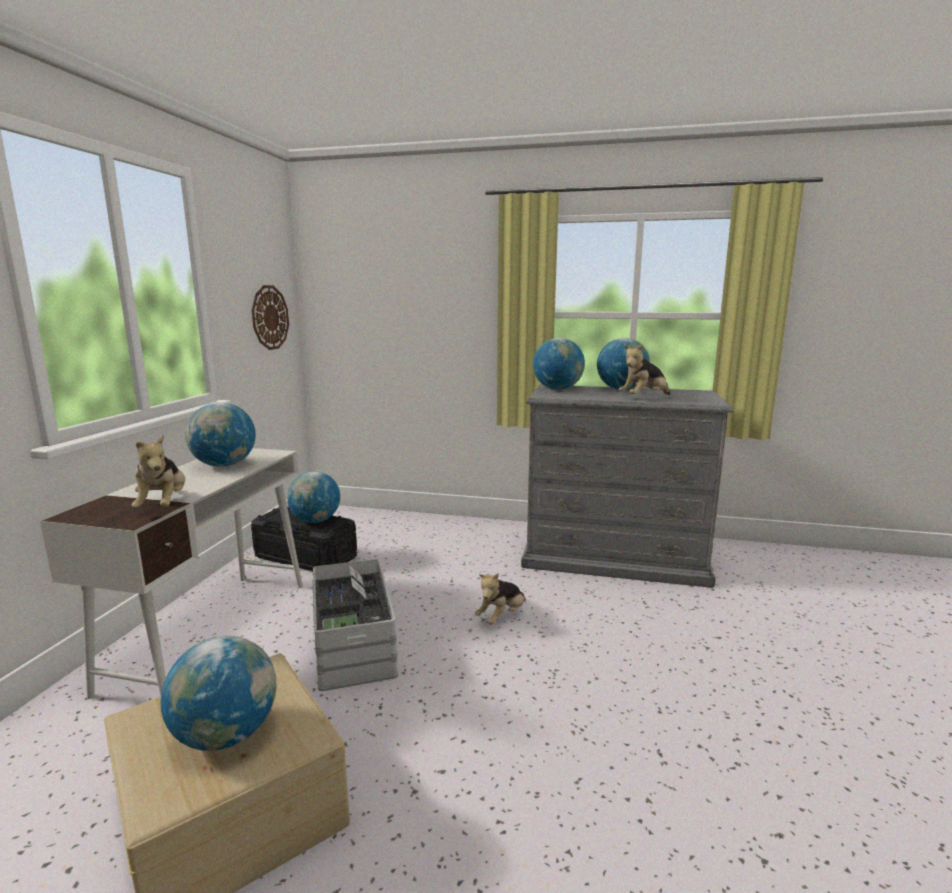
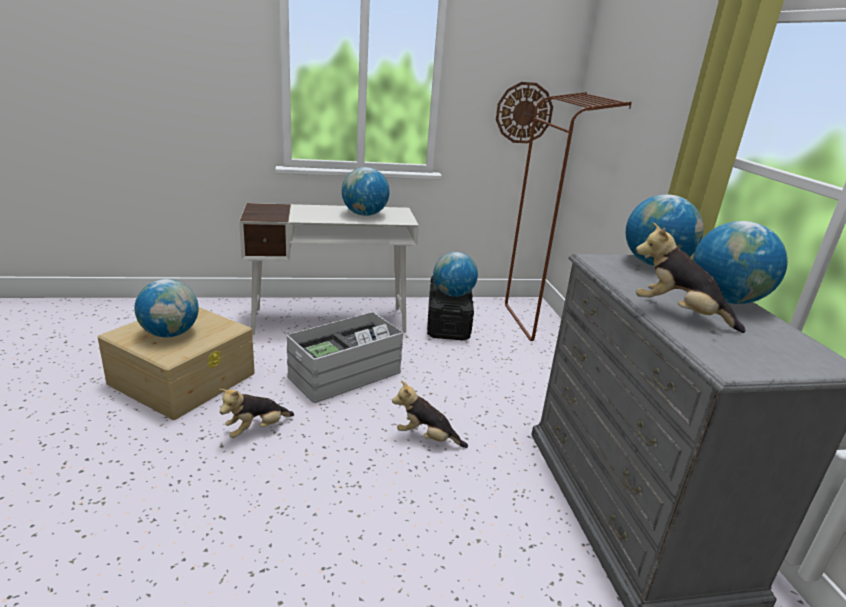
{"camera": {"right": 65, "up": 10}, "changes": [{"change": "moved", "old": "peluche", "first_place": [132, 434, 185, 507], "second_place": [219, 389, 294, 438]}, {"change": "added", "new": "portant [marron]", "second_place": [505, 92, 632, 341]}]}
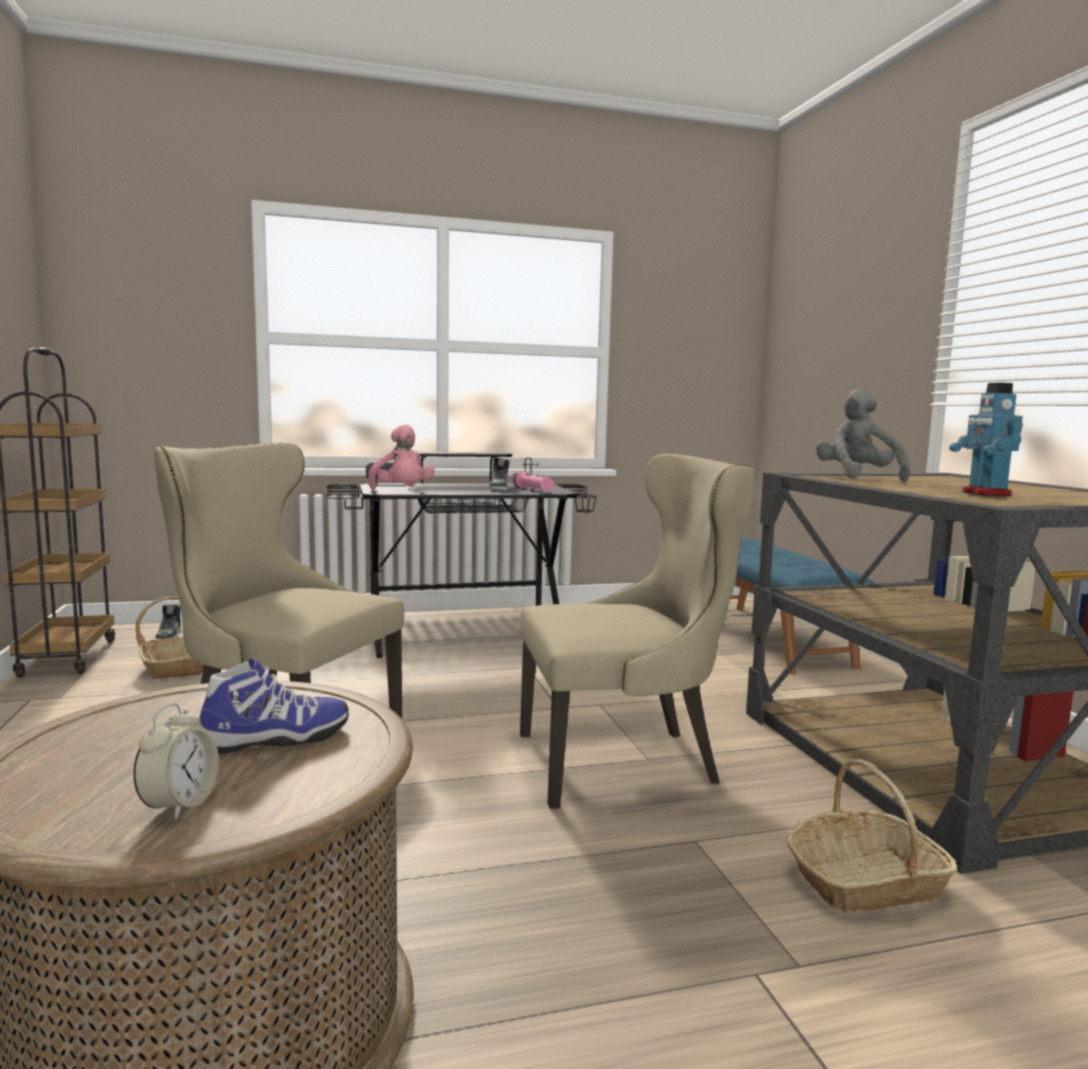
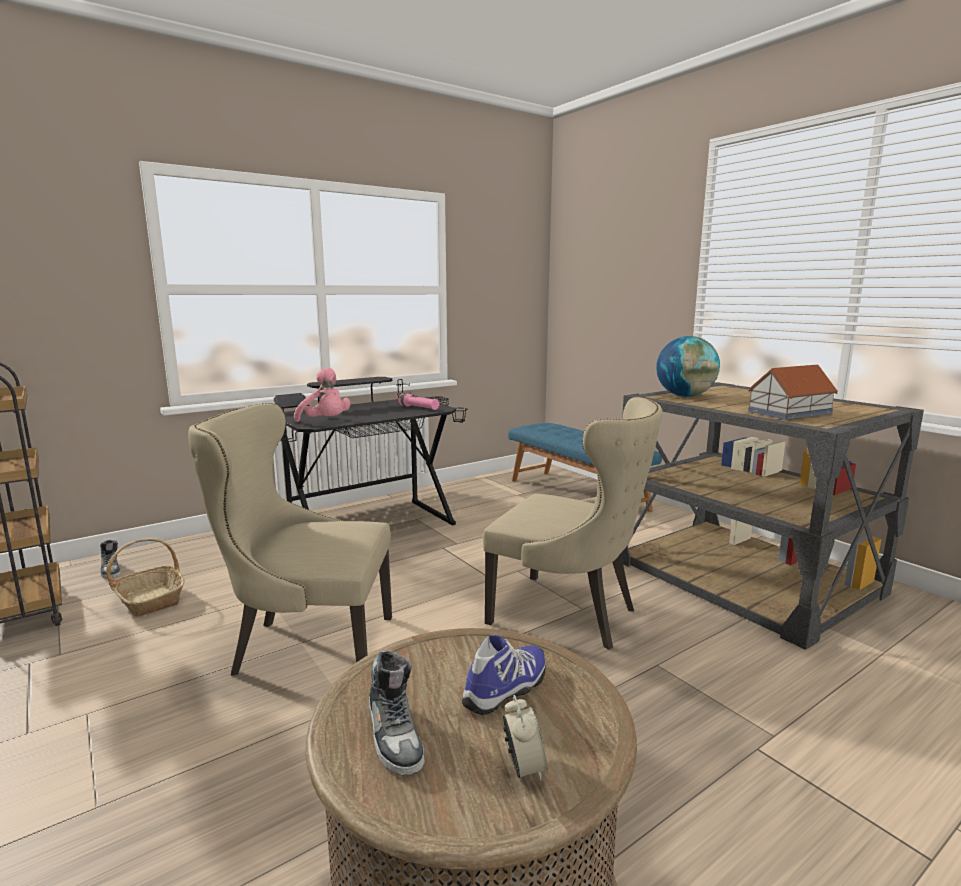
{"camera": {"right": -20, "up": 5}, "changes": [{"change": "replaced", "old": "robot jouet", "new": "maison miniature", "first_place": [949, 382, 1023, 496], "second_place": [747, 365, 838, 419]}, {"change": "replaced", "old": "peluche [gris]", "new": "globe", "first_place": [816, 389, 910, 482], "second_place": [656, 336, 720, 397]}, {"change": "turned", "old": "chaise [beige]", "first_place": [520, 453, 754, 809], "second_place": [483, 397, 663, 650], "degrees": 60}, {"change": "moved", "old": "chaussure", "first_place": [489, 457, 510, 491], "second_place": [369, 651, 425, 776]}, {"change": "removed", "old": "panier", "first_place": [786, 759, 958, 912]}]}
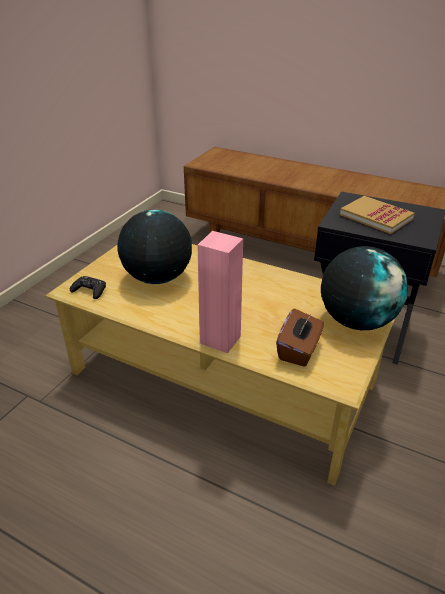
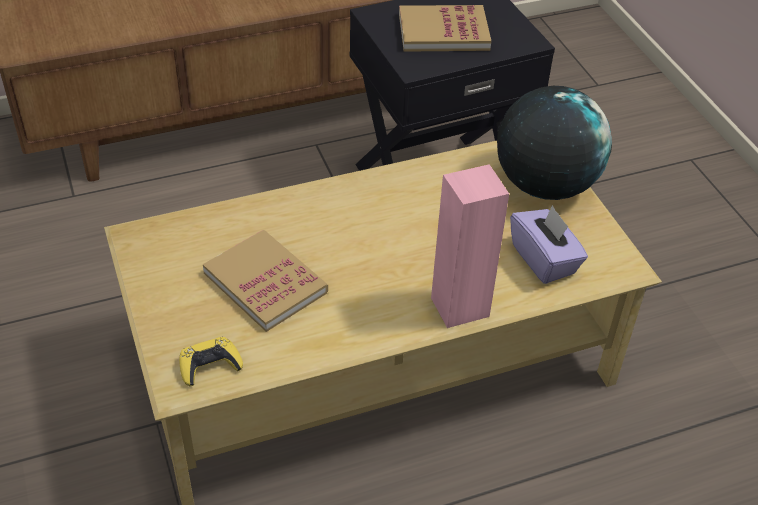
{"camera": {"right": -50, "up": 10}, "changes": [{"change": "replaced", "old": "globe", "new": "livre", "first_place": [117, 210, 192, 284], "second_place": [203, 230, 328, 332]}, {"change": "recoloured", "old": "manette [noir]", "new": "manette [jaune]", "first_place": [70, 276, 106, 299], "second_place": [179, 337, 243, 386]}, {"change": "recoloured", "old": "boîte à mouchoirs [marron]", "new": "boîte à mouchoirs [violet]", "first_place": [276, 309, 324, 367], "second_place": [510, 205, 588, 284]}]}
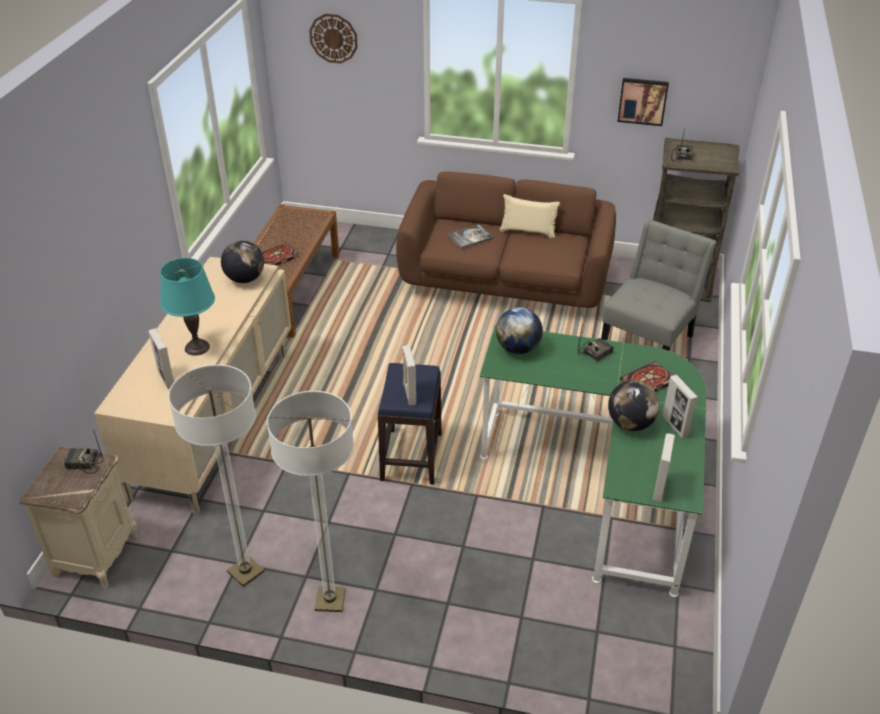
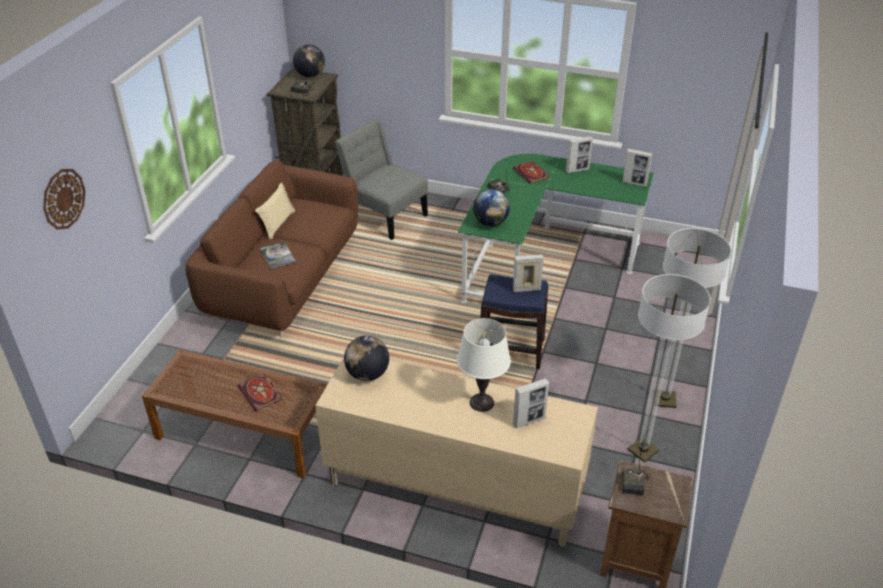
{"camera": {"right": -85, "up": 0}, "changes": [{"change": "removed", "old": "tableau", "first_place": [618, 78, 669, 126]}, {"change": "recoloured", "old": "lampe de table [turquoise]", "new": "lampe de table [blanc]", "first_place": [160, 258, 215, 356], "second_place": [457, 318, 511, 412]}, {"change": "moved", "old": "globe", "first_place": [608, 380, 660, 431], "second_place": [293, 44, 325, 77]}]}
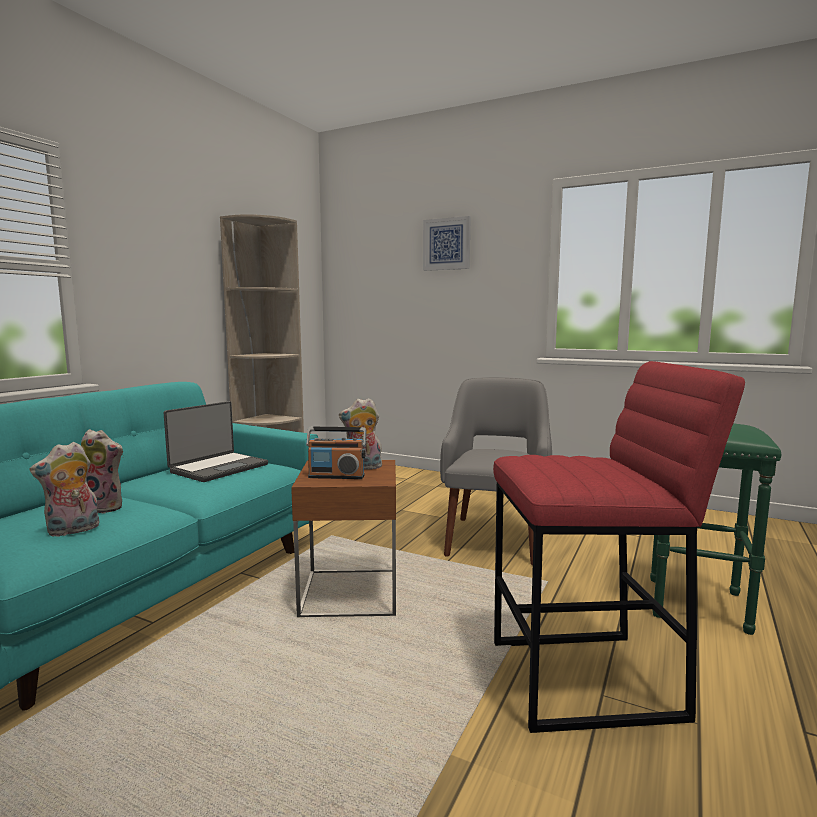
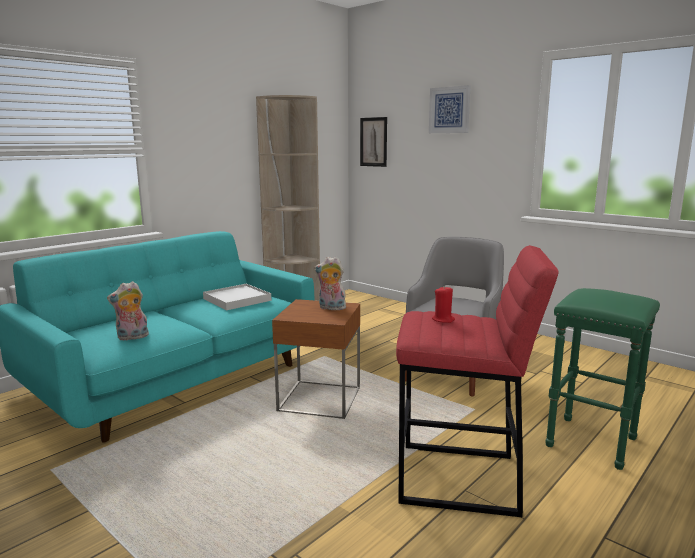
{"camera": {"right": 15, "up": 5}, "changes": [{"change": "replaced", "old": "ordinateur portable", "new": "plateau [blanc]", "first_place": [164, 401, 268, 482], "second_place": [203, 284, 271, 310]}, {"change": "removed", "old": "radio", "first_place": [306, 427, 366, 479]}, {"change": "removed", "old": "peluche", "first_place": [81, 429, 123, 514]}, {"change": "added", "new": "tableau", "second_place": [360, 117, 387, 167]}, {"change": "added", "new": "bougie [rouge]", "second_place": [432, 286, 455, 323]}]}
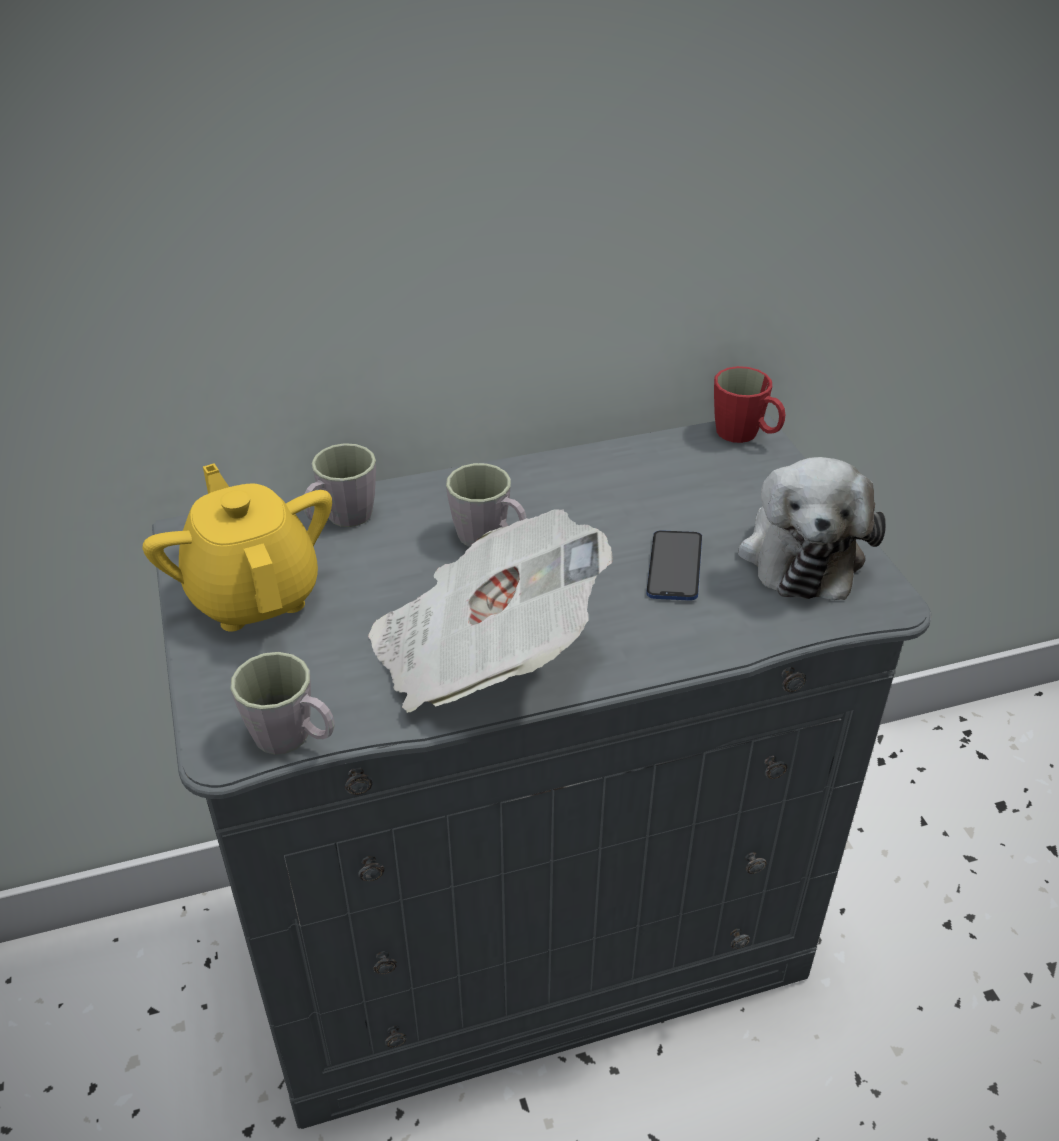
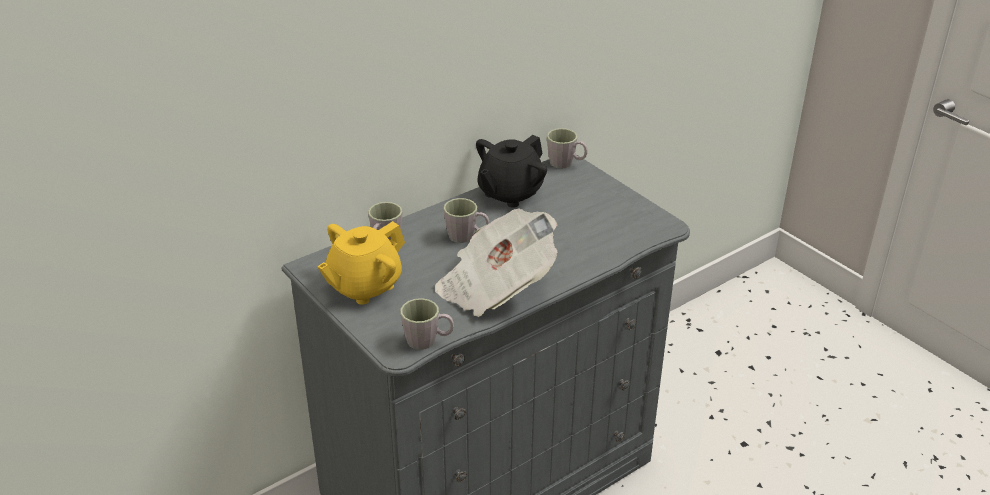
{"camera": {"right": -20, "up": -5}, "changes": [{"change": "recoloured", "old": "mug [rouge]", "new": "mug [gris]", "first_place": [714, 366, 785, 443], "second_place": [547, 128, 587, 169]}, {"change": "removed", "old": "peluche", "first_place": [738, 457, 886, 600]}, {"change": "turned", "old": "théière [jaune]", "first_place": [143, 463, 332, 632], "second_place": [317, 221, 405, 305], "degrees": -90}, {"change": "removed", "old": "téléphone", "first_place": [647, 530, 702, 601]}, {"change": "added", "new": "théière [noir]", "second_place": [476, 135, 547, 208]}]}
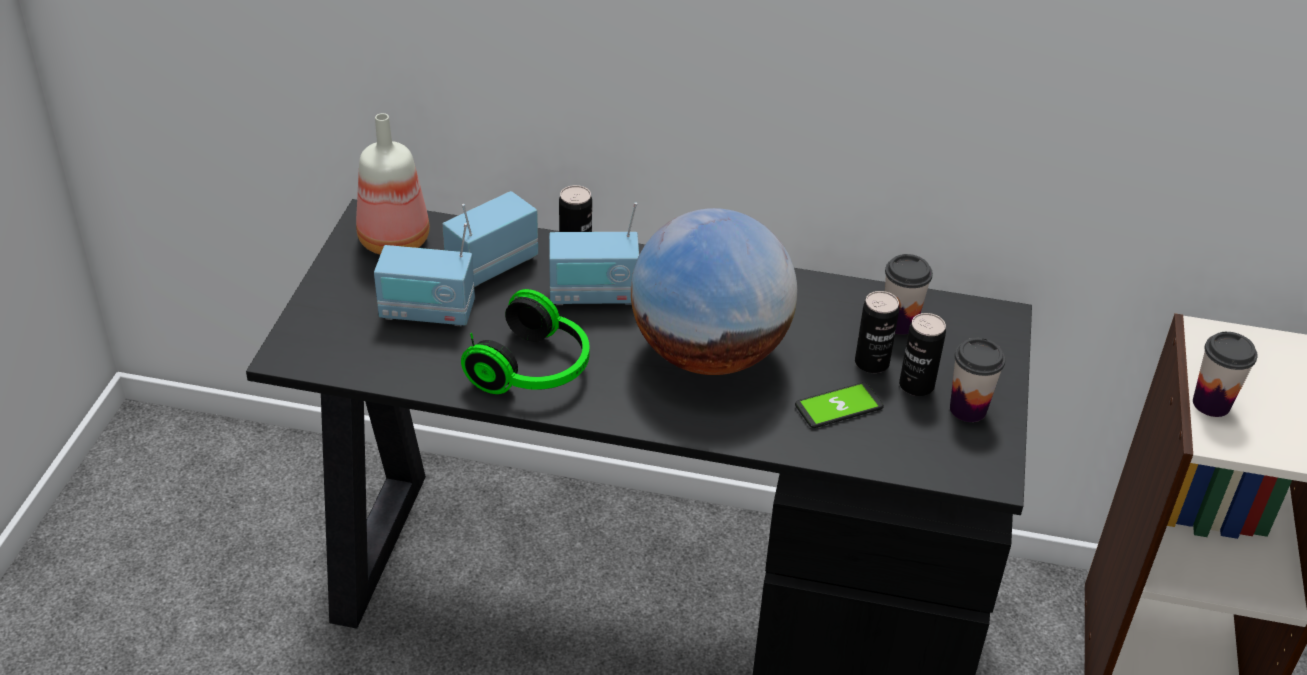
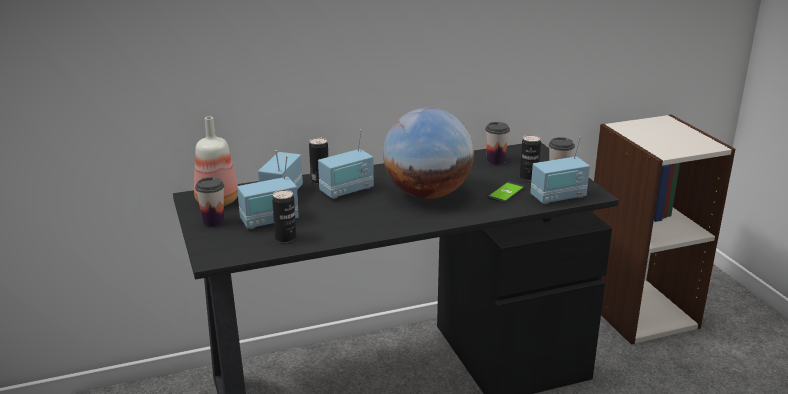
{"camera": {"right": -30, "up": -15}, "changes": [{"change": "removed", "old": "casque audio", "first_place": [461, 289, 590, 394]}, {"change": "moved", "old": "boîte métallique", "first_place": [855, 291, 899, 373], "second_place": [272, 190, 296, 243]}, {"change": "moved", "old": "tasse", "first_place": [1193, 332, 1258, 417], "second_place": [195, 177, 224, 227]}, {"change": "added", "new": "radio", "second_place": [530, 136, 590, 204]}]}
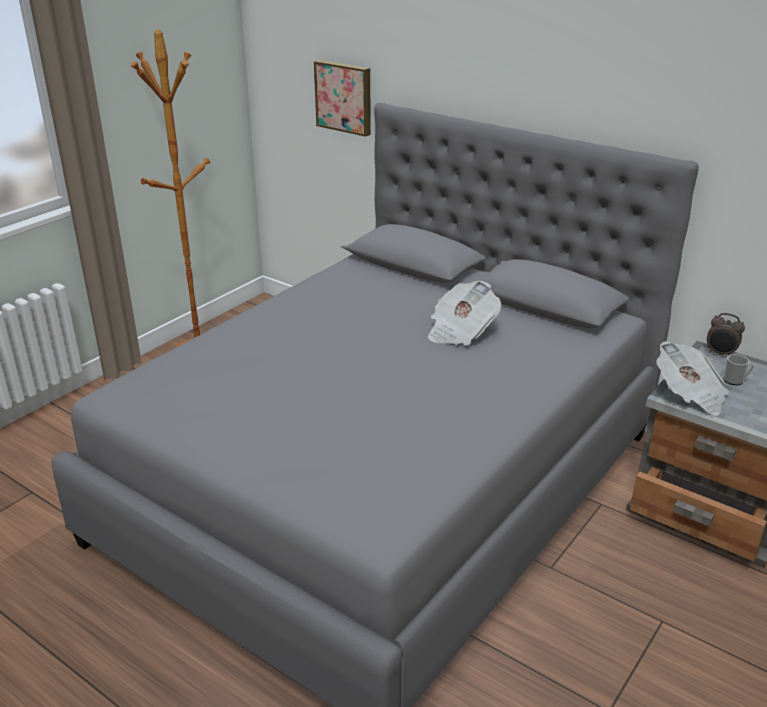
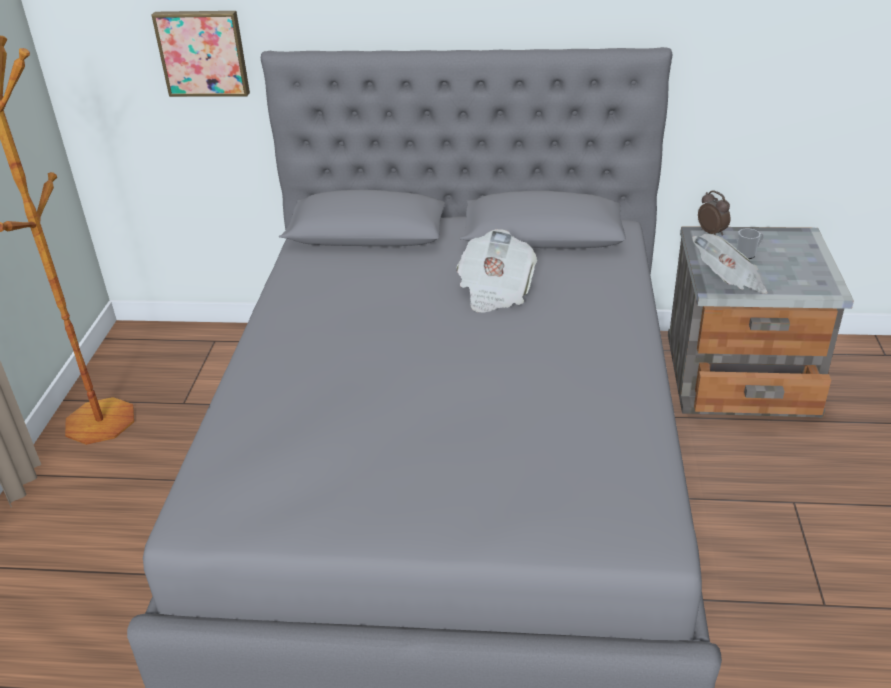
{"camera": {"right": -30, "up": 5}, "changes": [{"change": "turned", "old": "réveil", "first_place": [707, 313, 745, 356], "second_place": [698, 190, 730, 236], "degrees": -120}]}
